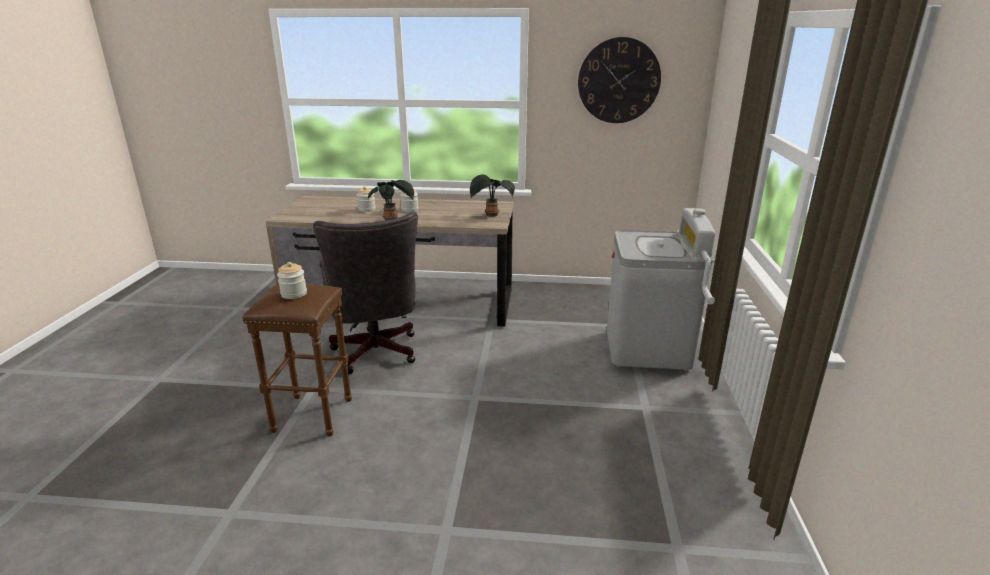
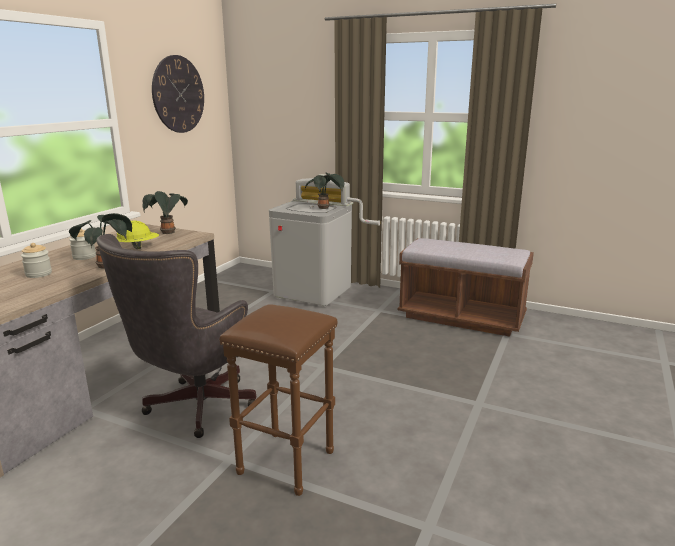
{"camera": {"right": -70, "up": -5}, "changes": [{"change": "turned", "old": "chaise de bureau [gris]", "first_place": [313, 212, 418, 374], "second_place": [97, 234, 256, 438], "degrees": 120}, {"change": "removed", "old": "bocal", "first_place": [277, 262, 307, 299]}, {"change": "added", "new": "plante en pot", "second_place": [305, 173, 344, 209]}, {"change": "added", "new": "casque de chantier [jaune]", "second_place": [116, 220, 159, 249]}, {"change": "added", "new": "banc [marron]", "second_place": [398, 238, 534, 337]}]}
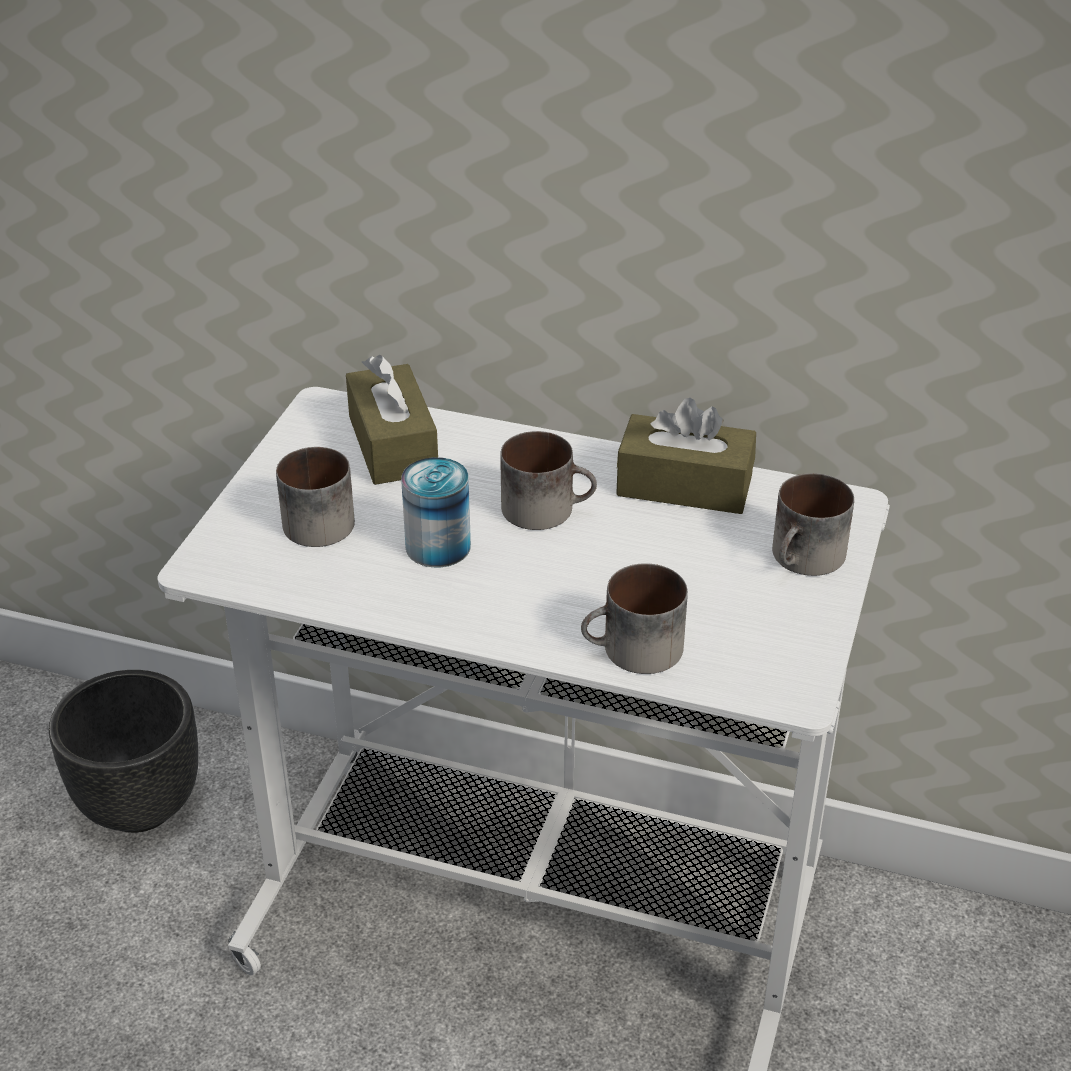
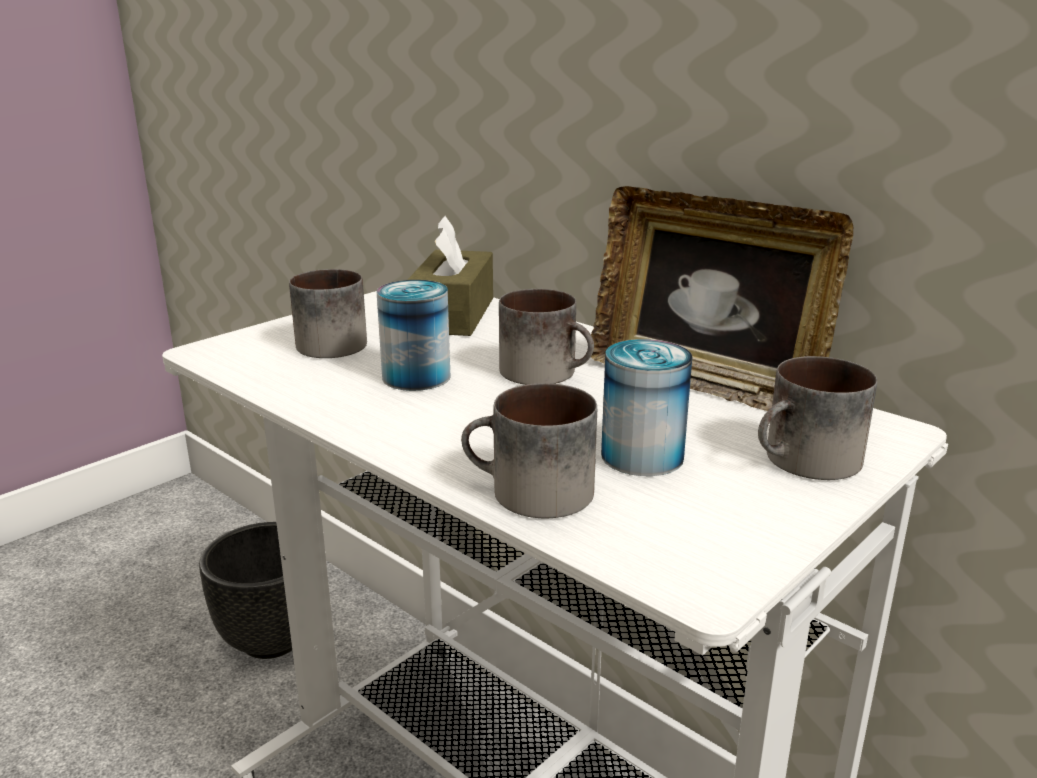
{"camera": {"right": 25, "up": -15}, "changes": [{"change": "replaced", "old": "boîte à mouchoirs [marron]", "new": "cadre photo", "first_place": [616, 398, 756, 514], "second_place": [591, 186, 853, 411]}, {"change": "added", "new": "boîte métallique", "second_place": [601, 339, 692, 476]}]}
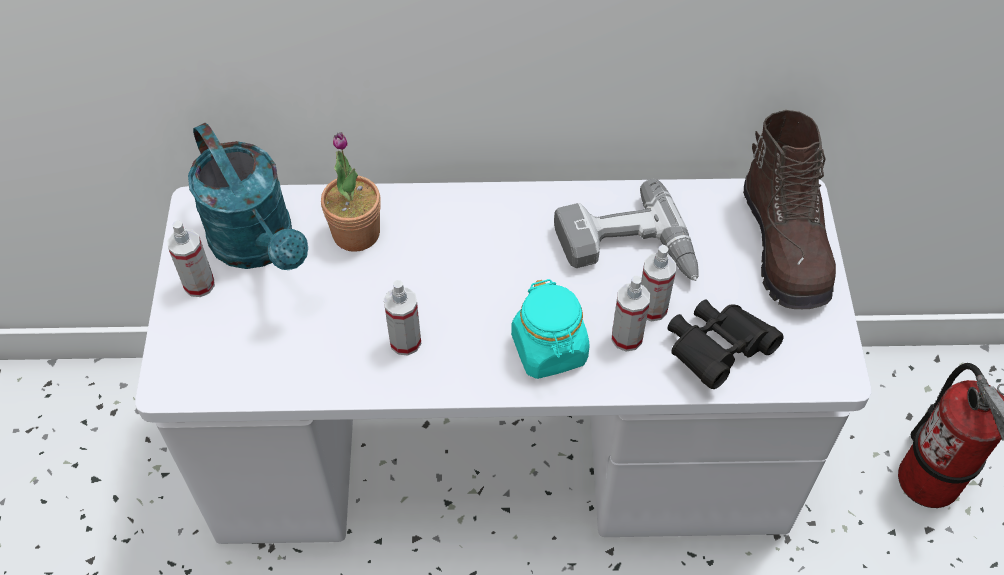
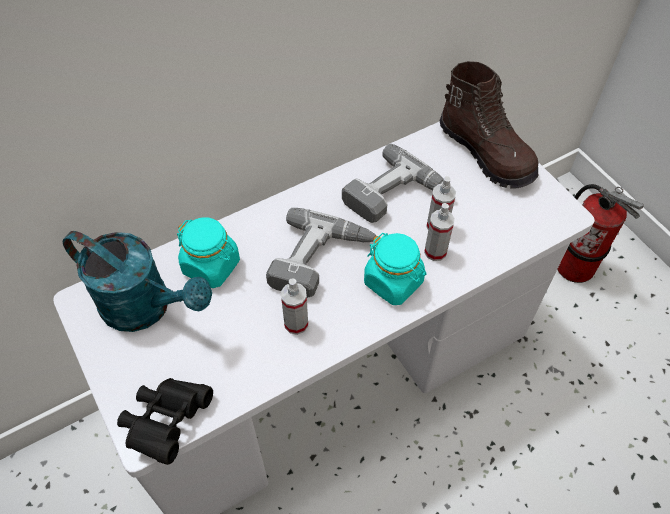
{"camera": {"right": -30, "up": 0}, "changes": [{"change": "replaced", "old": "plante en pot", "new": "bocal [turquoise]", "first_place": [321, 132, 381, 252], "second_place": [177, 217, 240, 288]}, {"change": "removed", "old": "vaporisateur", "first_place": [168, 221, 215, 297]}, {"change": "moved", "old": "jumelles [noir]", "first_place": [667, 300, 784, 389], "second_place": [117, 378, 213, 465]}, {"change": "added", "new": "perceuse", "second_place": [266, 208, 377, 298]}]}
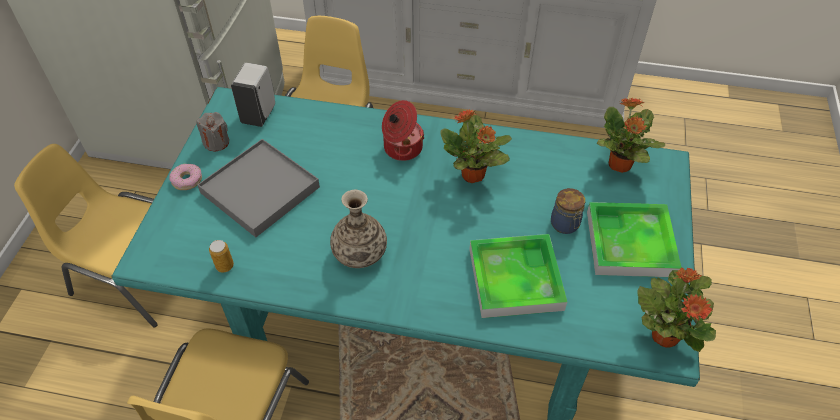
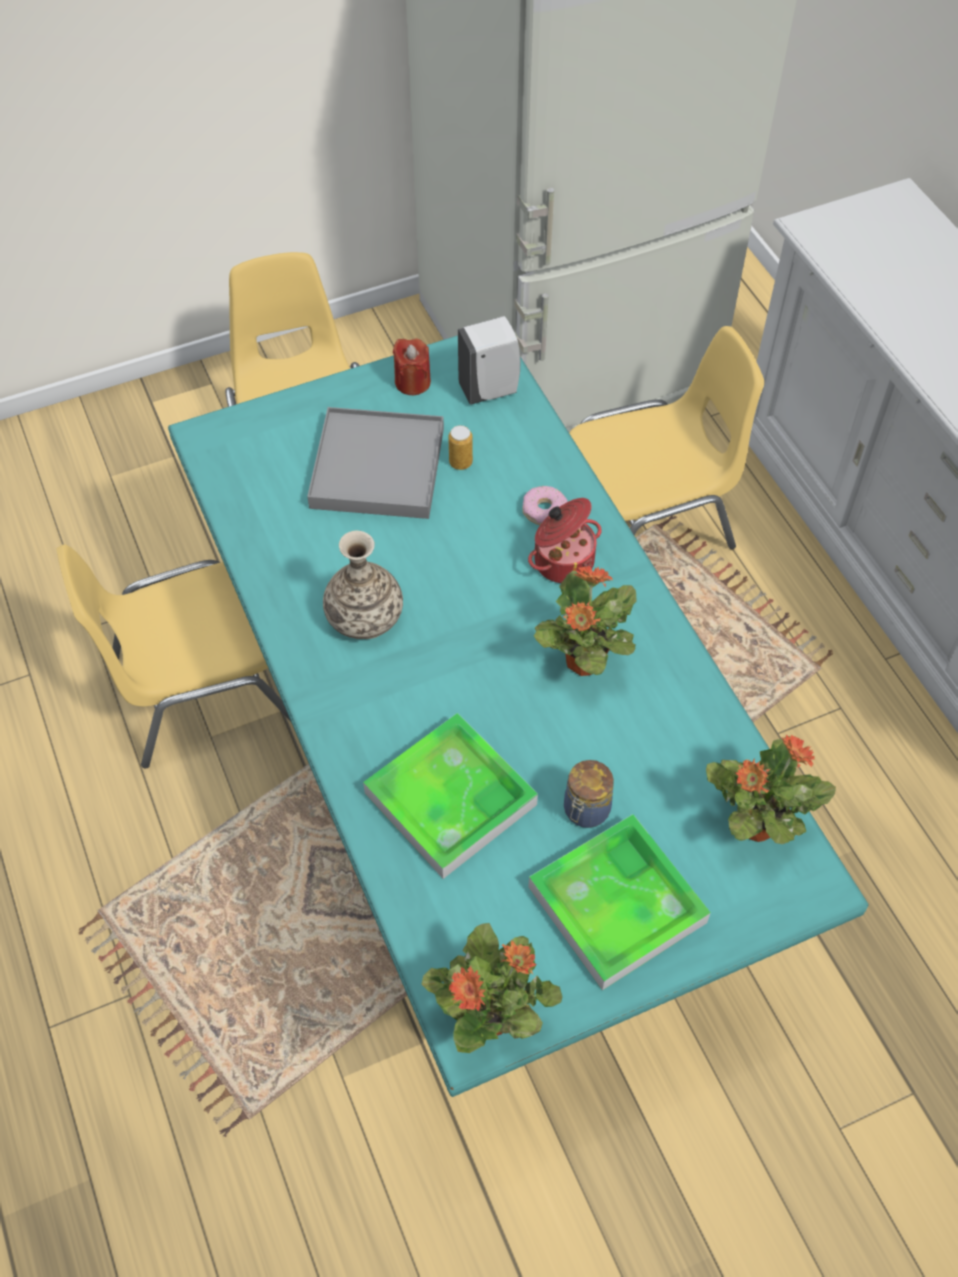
{"camera": {"right": 55, "up": 5}, "changes": [{"change": "recoloured", "old": "bougie [gris]", "new": "bougie [rouge]", "first_place": [196, 112, 229, 152], "second_place": [392, 339, 431, 395]}, {"change": "moved", "old": "beignet", "first_place": [169, 164, 202, 190], "second_place": [522, 486, 568, 525]}, {"change": "moved", "old": "boîte métallique", "first_place": [209, 240, 234, 272], "second_place": [448, 425, 473, 470]}]}
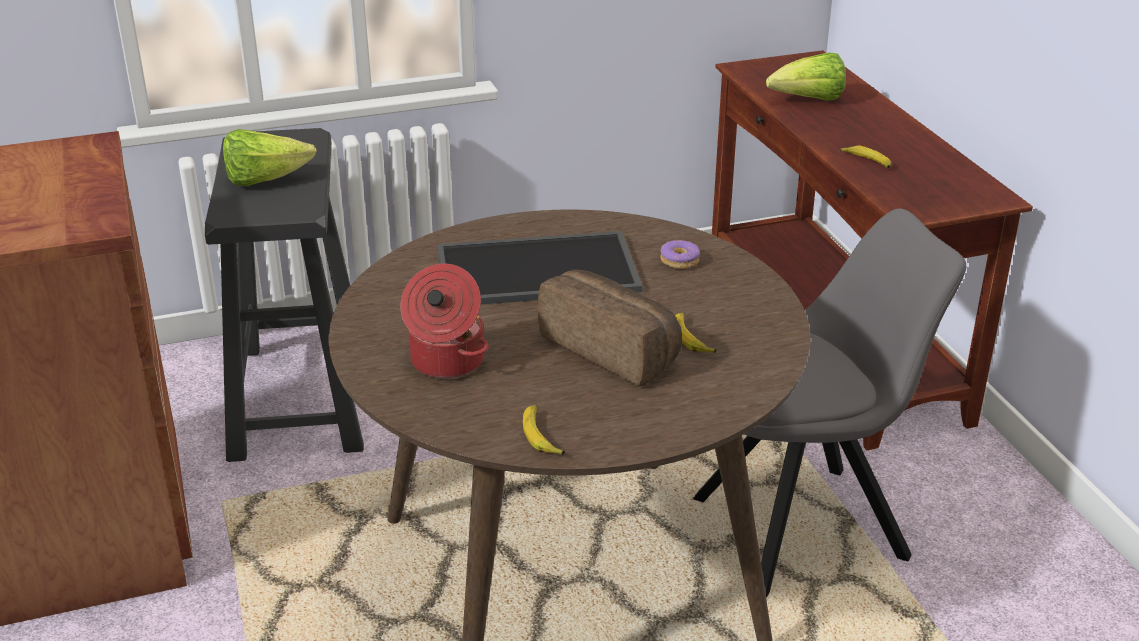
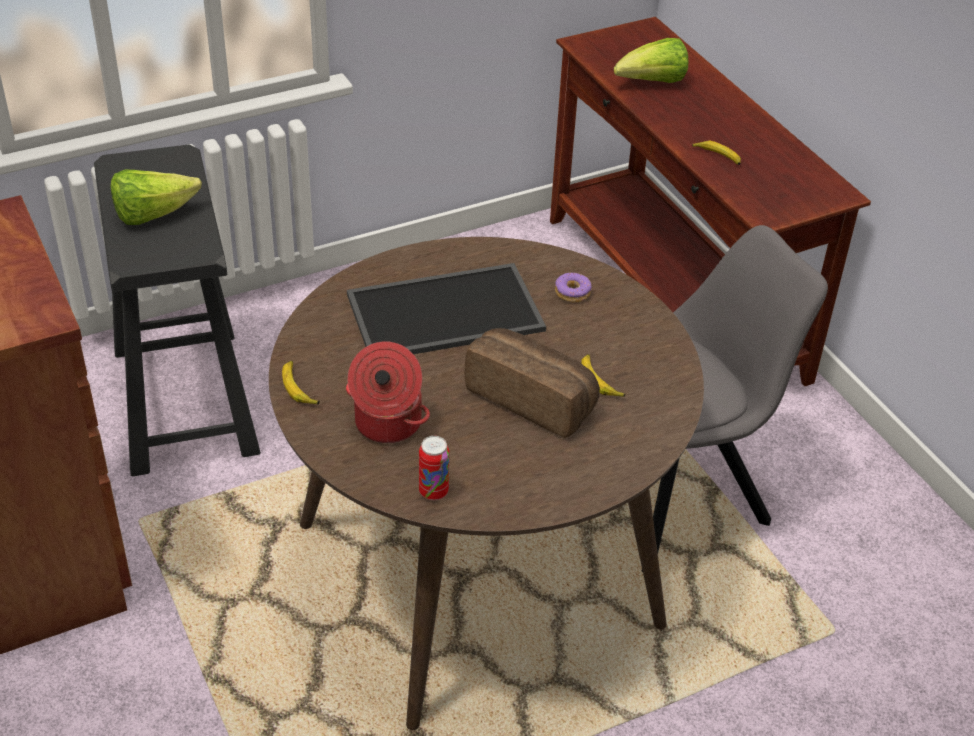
{"camera": {"right": -10, "up": 10}, "changes": [{"change": "moved", "old": "banane", "first_place": [523, 405, 565, 455], "second_place": [282, 361, 320, 405]}, {"change": "added", "new": "boîte métallique", "second_place": [419, 436, 449, 500]}]}
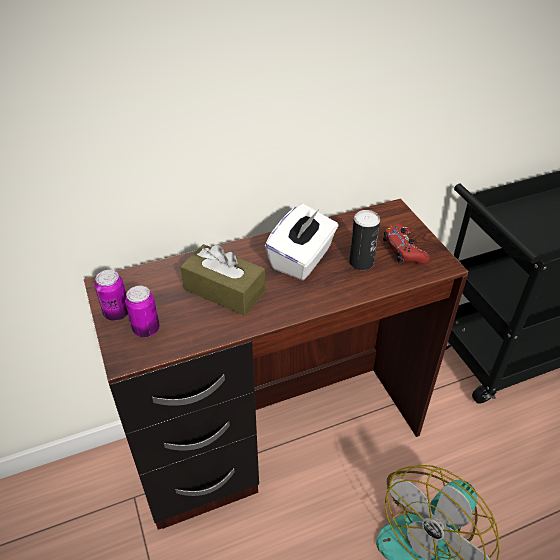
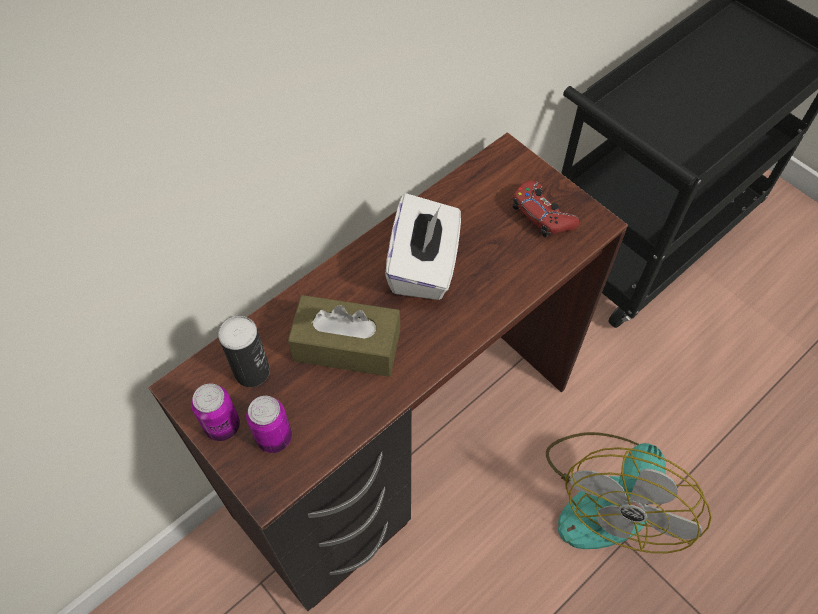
{"camera": {"right": -20, "up": 15}, "changes": [{"change": "moved", "old": "boîte métallique", "first_place": [349, 210, 380, 270], "second_place": [218, 316, 270, 387]}]}
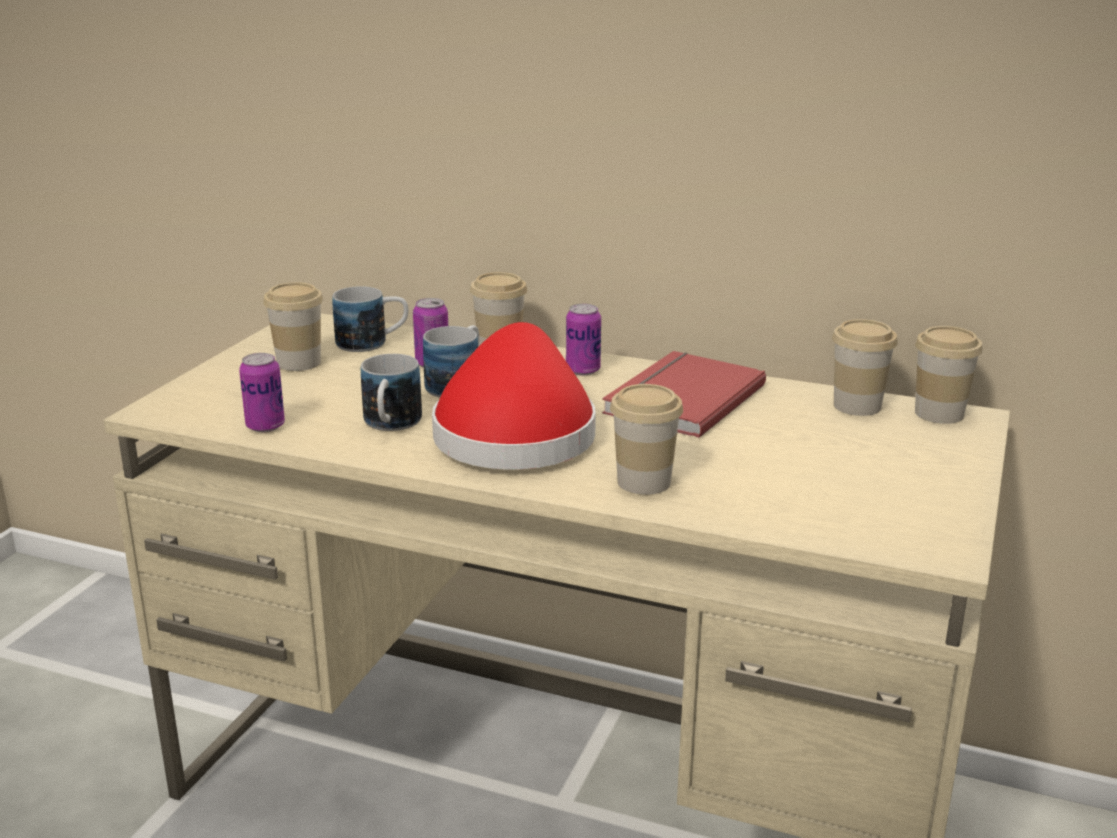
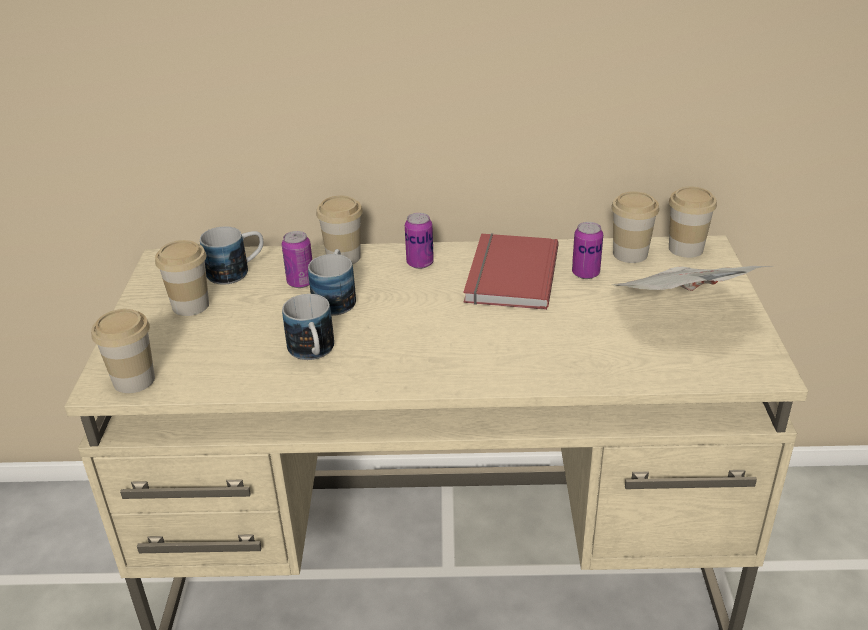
{"camera": {"right": -20, "up": 10}, "changes": [{"change": "removed", "old": "chapeau [rouge]", "first_place": [432, 322, 596, 470]}, {"change": "moved", "old": "boîte métallique", "first_place": [239, 353, 285, 432], "second_place": [572, 222, 603, 279]}, {"change": "moved", "old": "tasse", "first_place": [610, 384, 683, 495], "second_place": [91, 309, 155, 393]}, {"change": "added", "new": "journal", "second_place": [611, 266, 770, 291]}]}
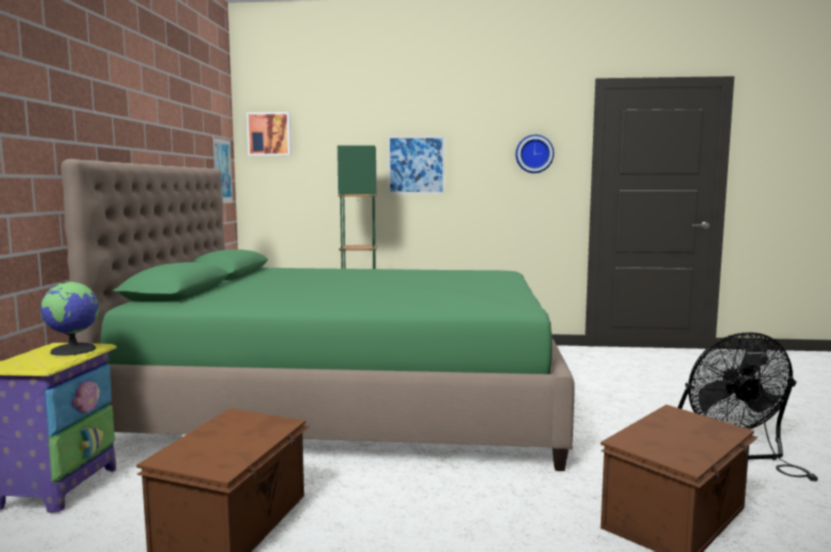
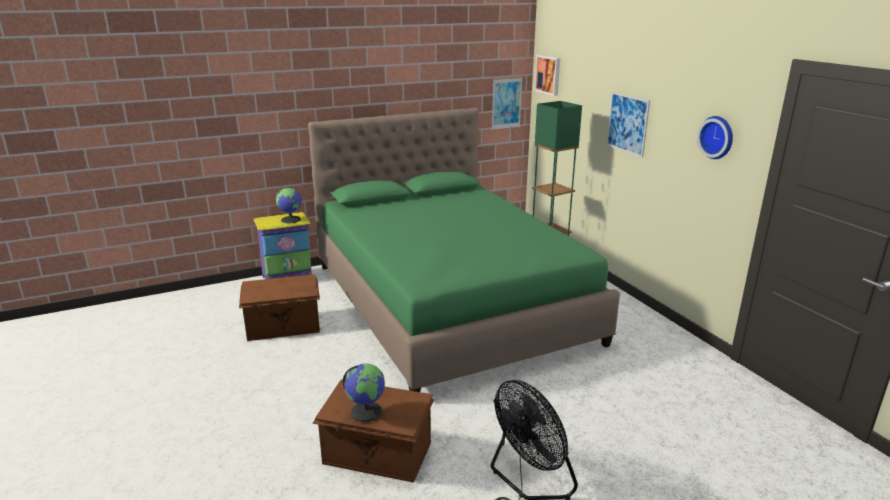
{"camera": {"right": 60, "up": 15}, "changes": [{"change": "added", "new": "globe", "second_place": [343, 363, 385, 422]}]}
